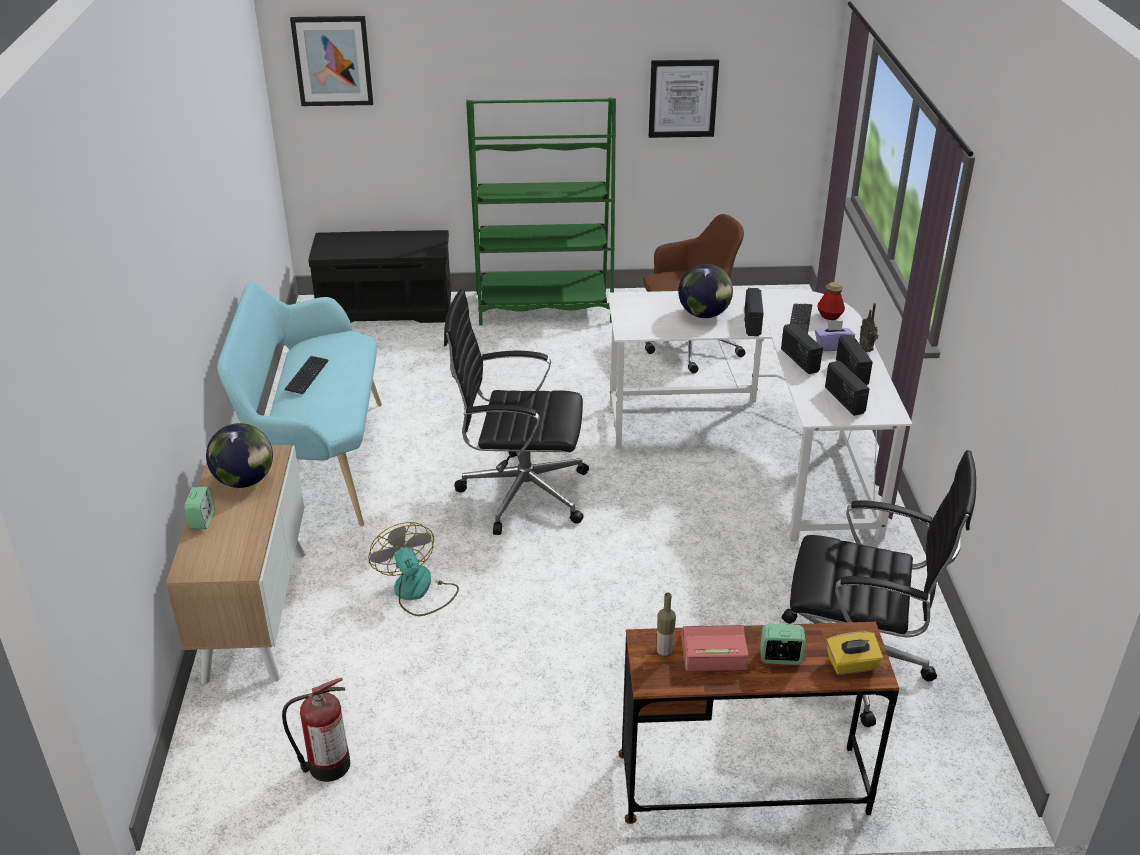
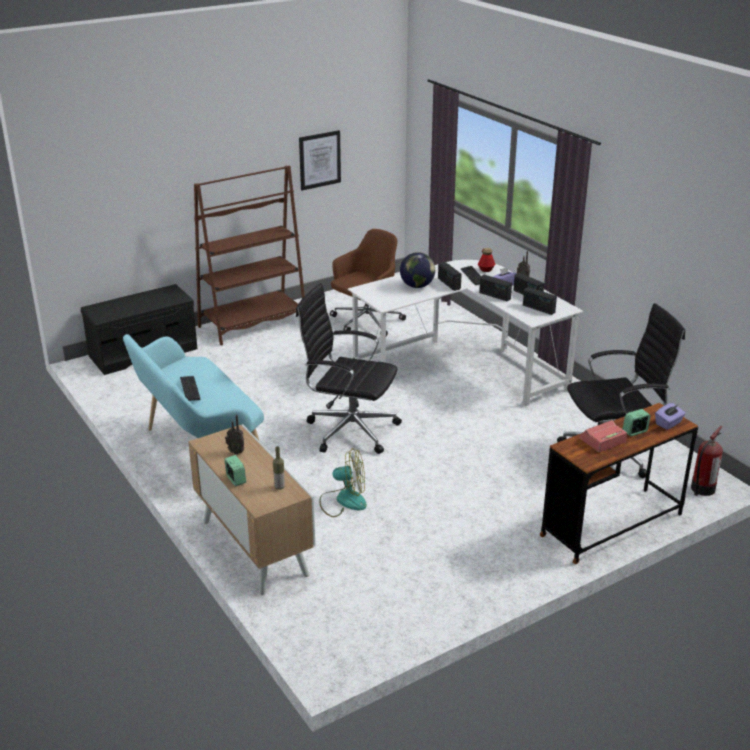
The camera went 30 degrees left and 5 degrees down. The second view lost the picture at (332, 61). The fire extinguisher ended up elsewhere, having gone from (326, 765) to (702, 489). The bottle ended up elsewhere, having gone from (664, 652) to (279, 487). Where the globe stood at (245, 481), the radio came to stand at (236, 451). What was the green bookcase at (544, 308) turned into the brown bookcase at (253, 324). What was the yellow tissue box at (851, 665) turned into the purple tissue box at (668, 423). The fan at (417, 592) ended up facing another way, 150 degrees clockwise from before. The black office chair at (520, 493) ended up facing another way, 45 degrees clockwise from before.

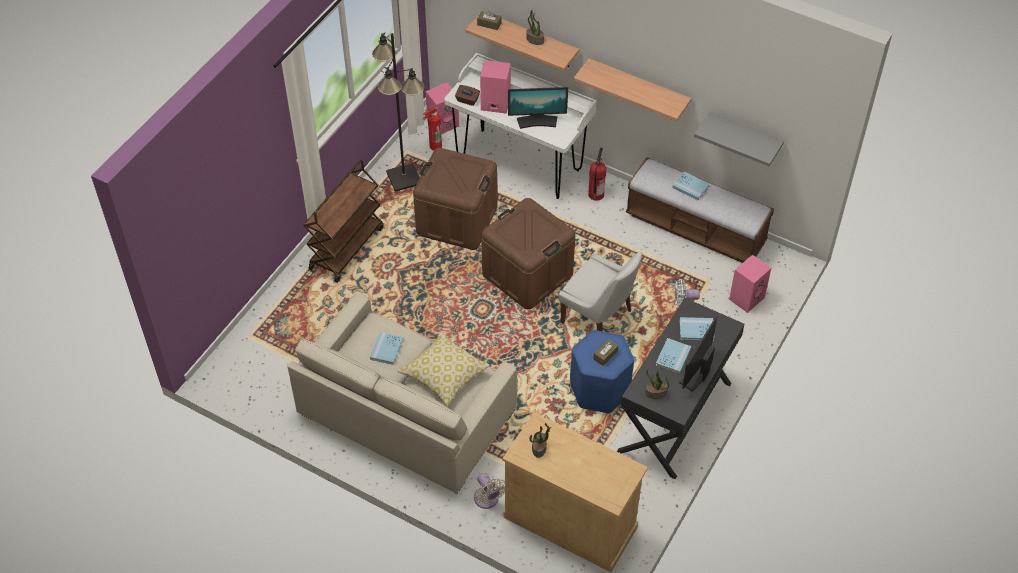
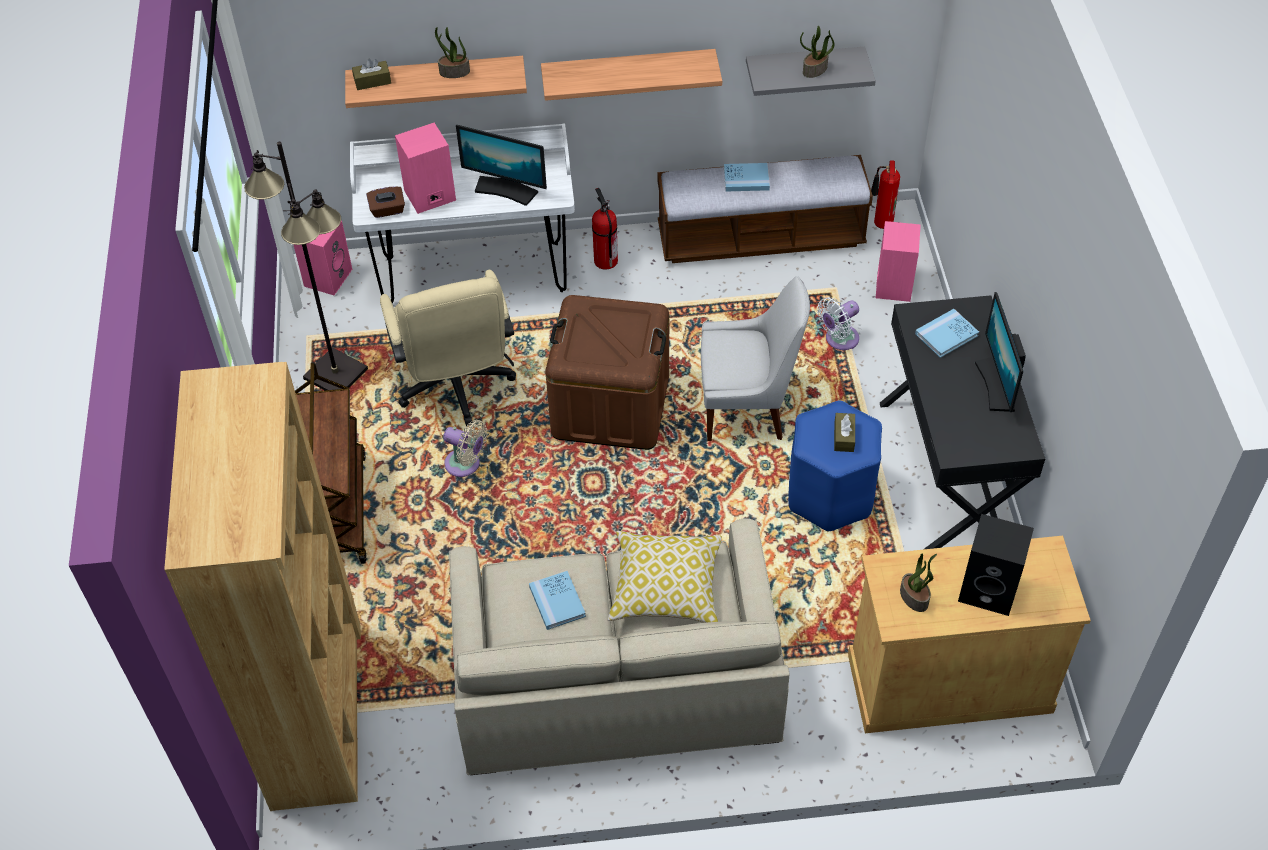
The camera went 35 degrees left and 0 degrees up. The second view lost the blue book at (673, 357). The second view gained the brown bookcase at (317, 713). The second view gained the black speaker at (989, 589). The fire extinguisher ended up elsewhere, having gone from (434, 146) to (881, 223). The beige fan ended up elsewhere, having gone from (487, 500) to (466, 465). The potted plant ended up elsewhere, having gone from (655, 393) to (815, 70). Where the brown storage box stood at (457, 220), the beige office chair came to stand at (456, 388). The monitor at (537, 121) ended up facing another way, 60 degrees clockwise from before.

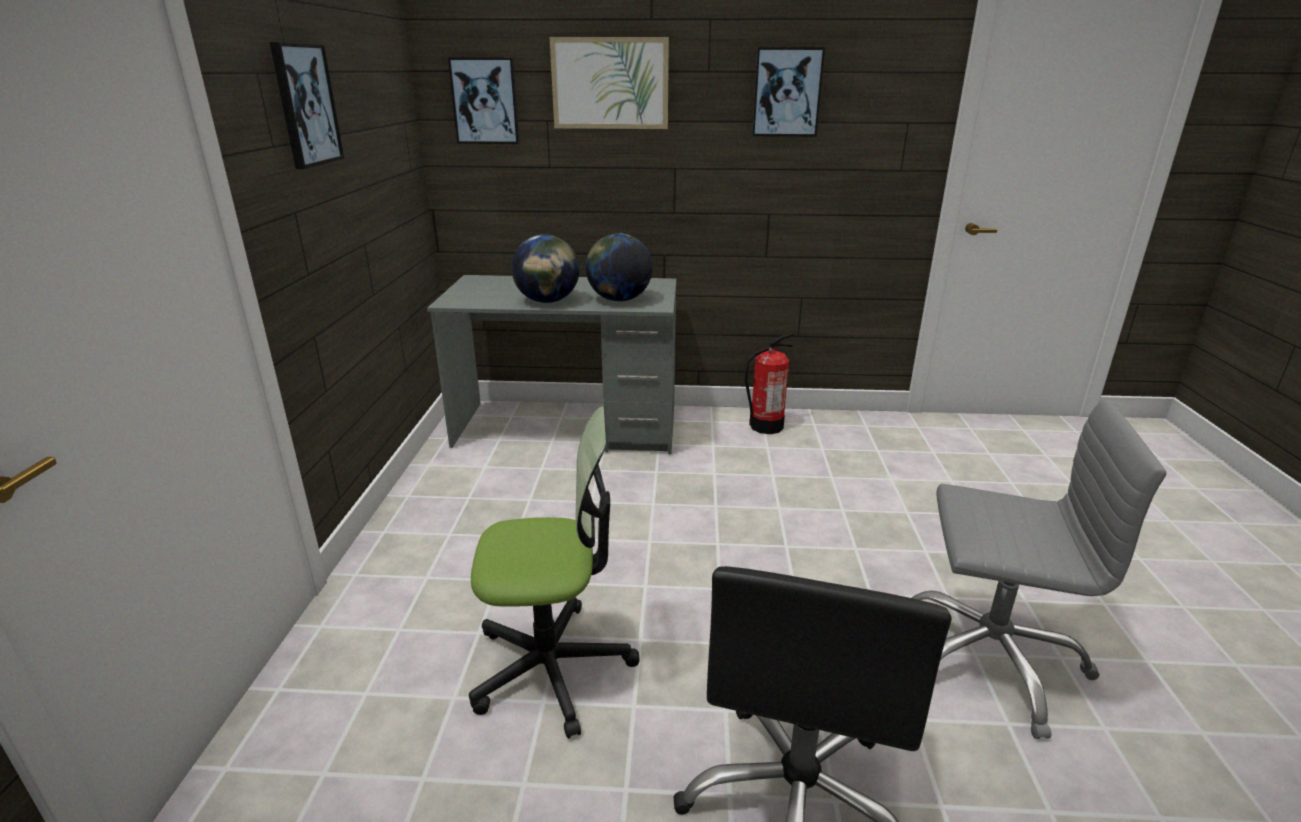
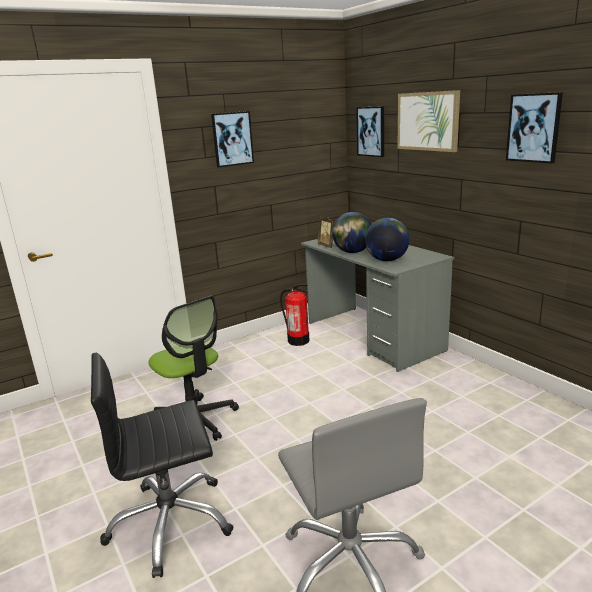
The camera went 55 degrees right and 5 degrees down. The second view gained the picture frame at (328, 246). The fire extinguisher ended up elsewhere, having gone from (765, 426) to (298, 340).

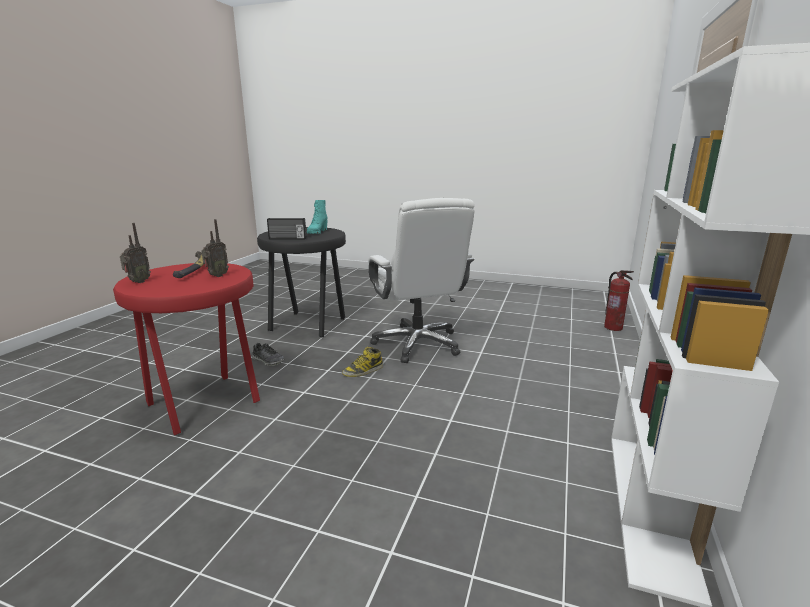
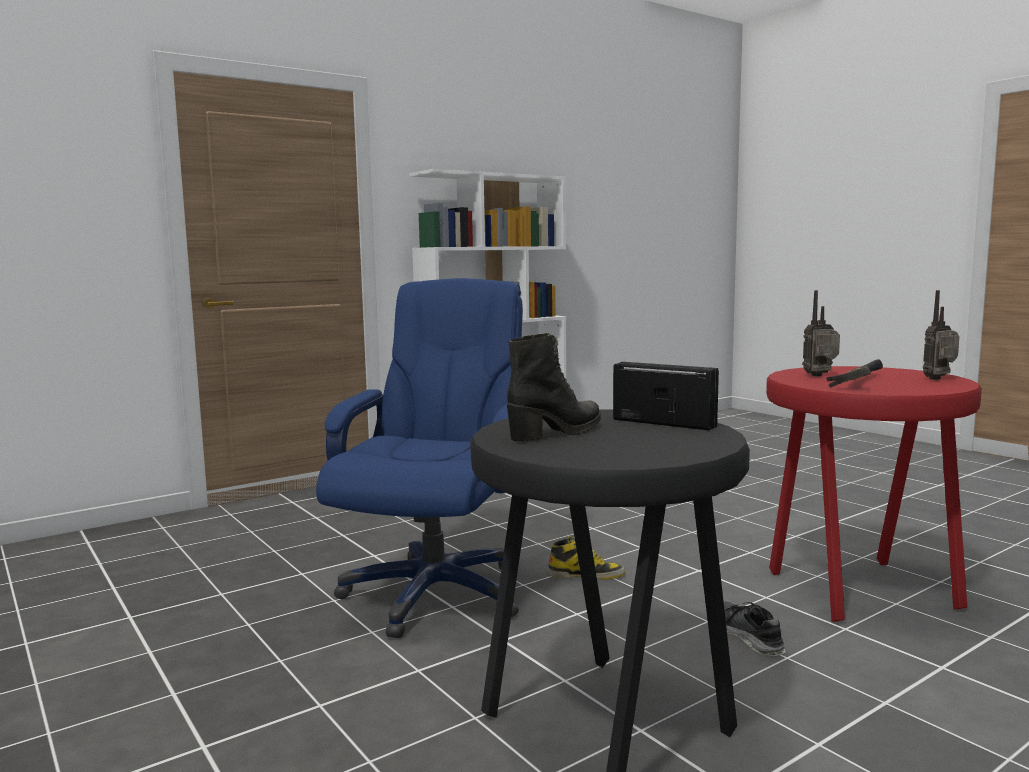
The camera went 145 degrees left and 10 degrees down. The second view lost the fire extinguisher at (613, 327). What was the turquoise boot at (317, 232) turned into the black boot at (557, 433). What was the white office chair at (418, 344) turned into the blue office chair at (435, 593).

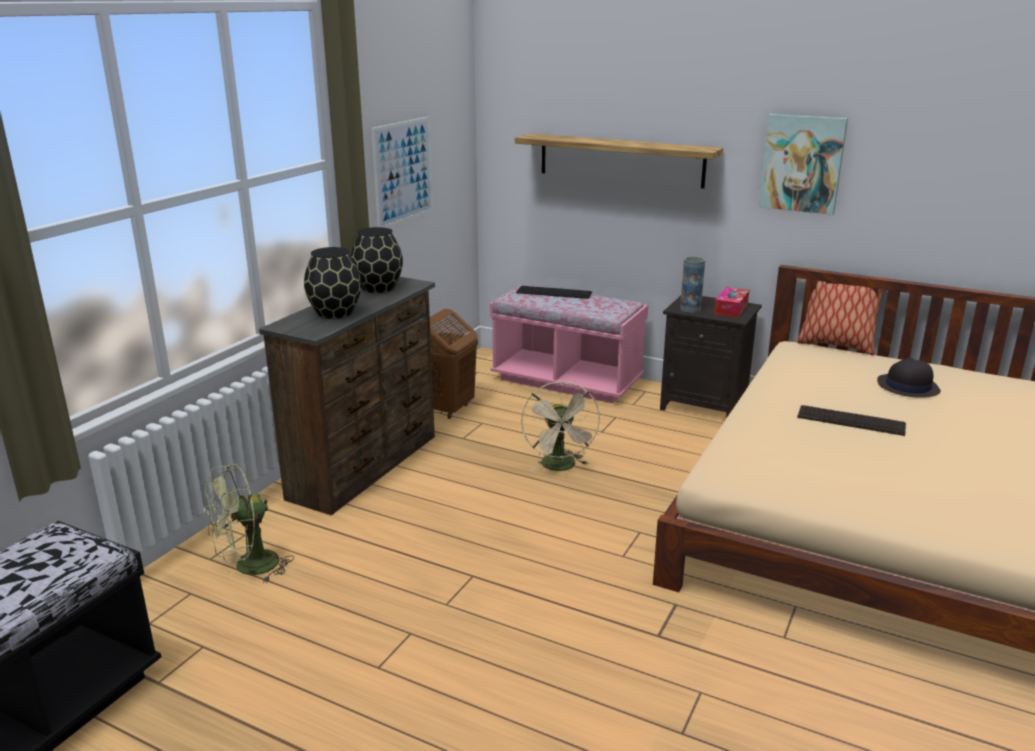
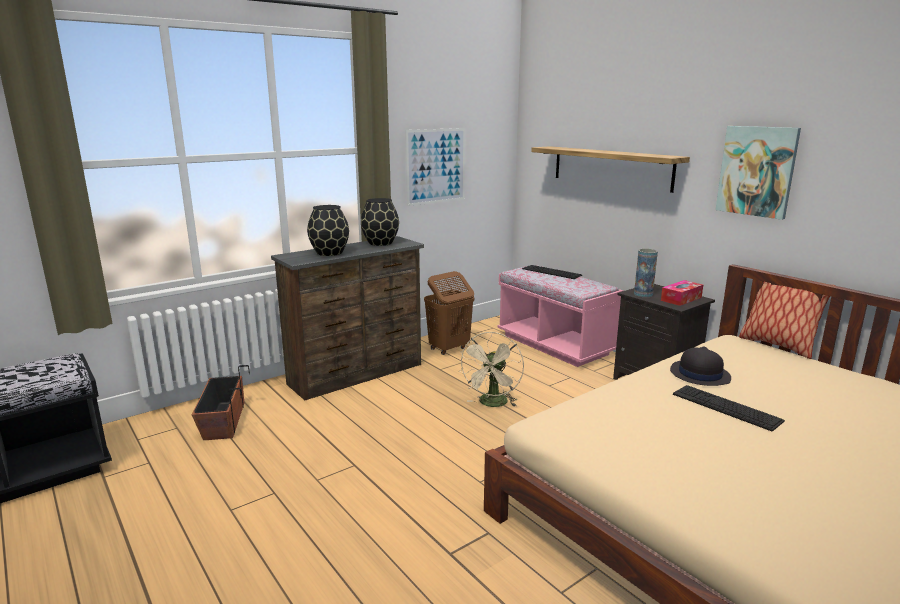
The camera went 25 degrees right and 5 degrees down. The black hat ended up elsewhere, having gone from (907, 386) to (699, 374). Where the green fan stood at (248, 568), the planter came to stand at (223, 421).

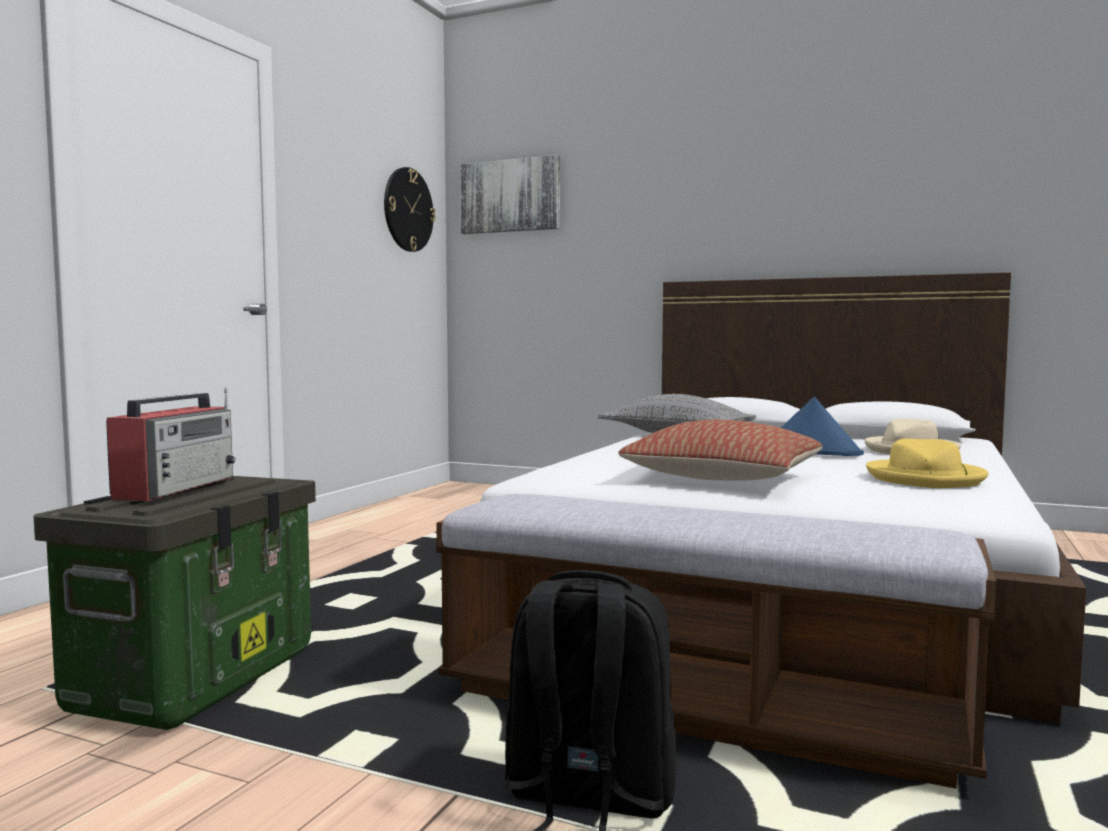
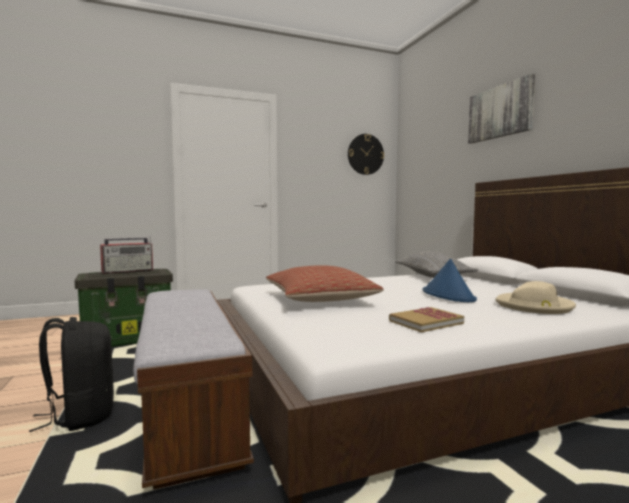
The camera went 45 degrees right and 0 degrees up. The picture ended up elsewhere, having gone from (510, 196) to (500, 112). Where the yellow hat stood at (926, 479), the book came to stand at (426, 322).

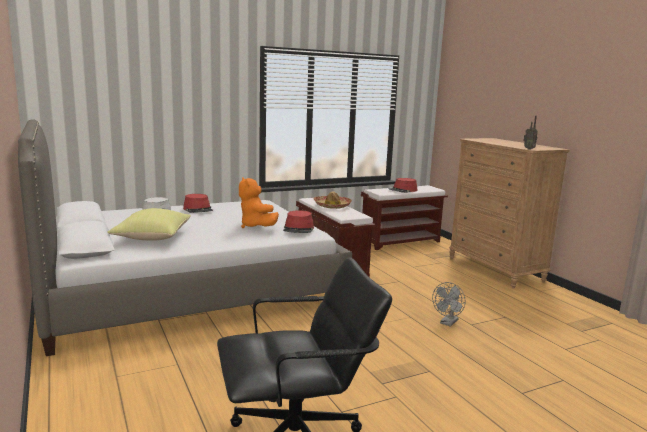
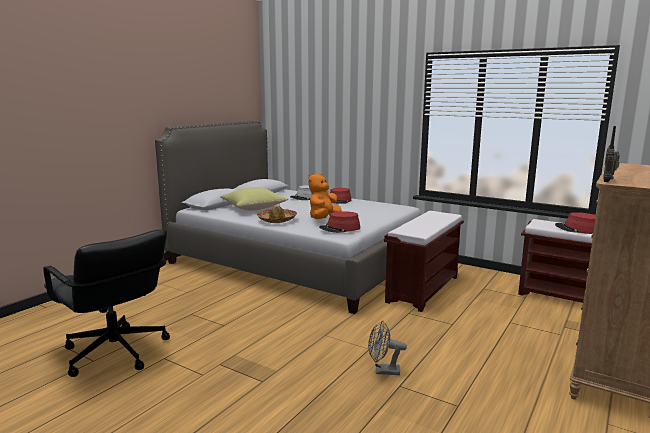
The camera went 60 degrees right and 0 degrees up. The hat ended up elsewhere, having gone from (332, 206) to (277, 220).

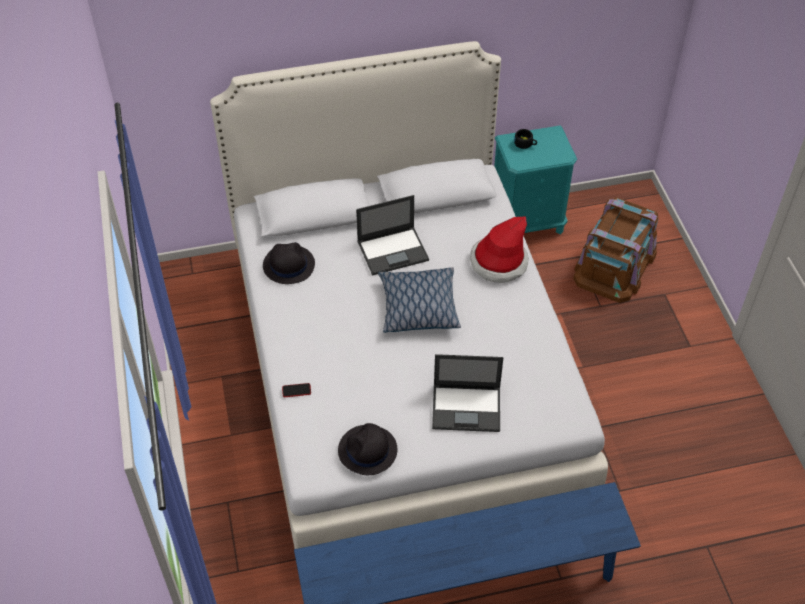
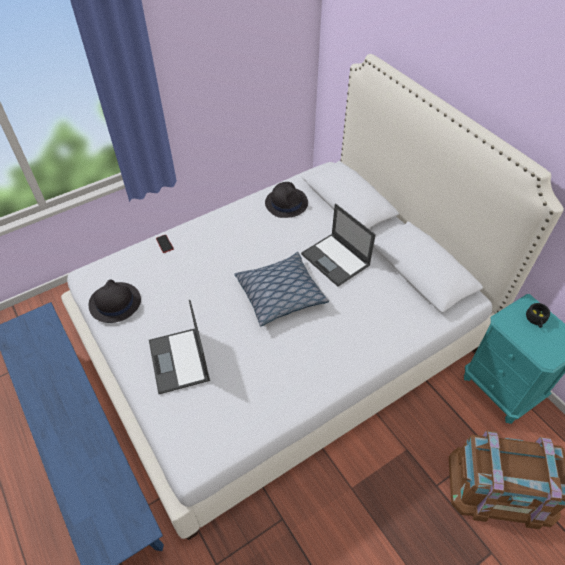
The camera went 70 degrees right and 0 degrees up. The second view lost the hat at (498, 262).

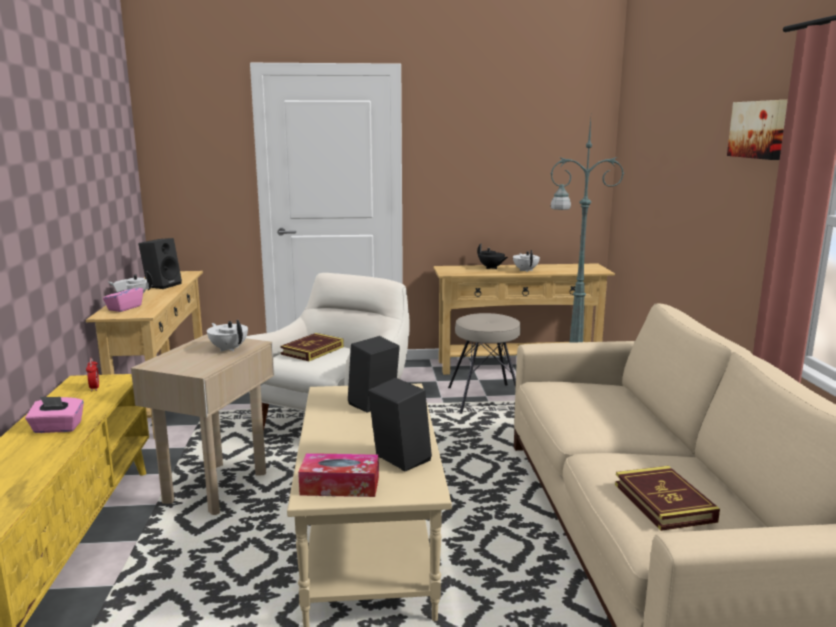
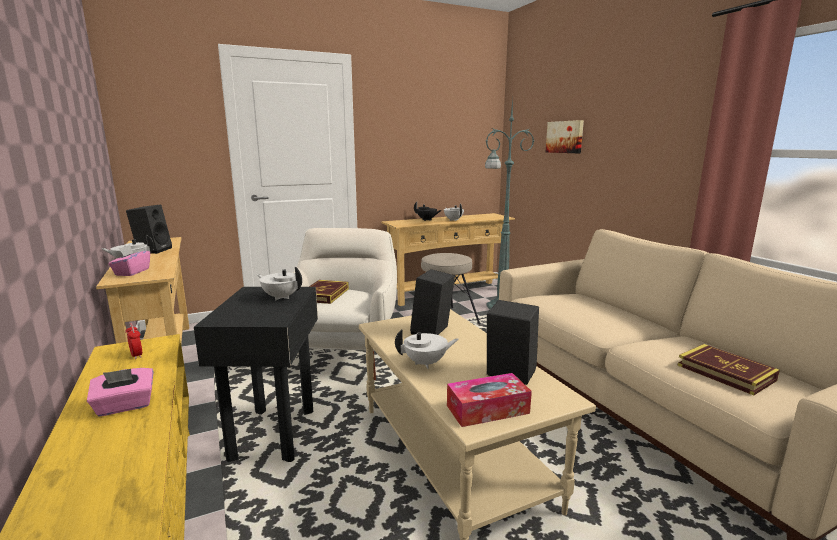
The camera went 20 degrees left and 0 degrees up. The second view gained the white teapot at (426, 363). The picture ended up elsewhere, having gone from (759, 129) to (565, 137). What was the beige side table at (217, 487) turned into the black side table at (274, 434).

